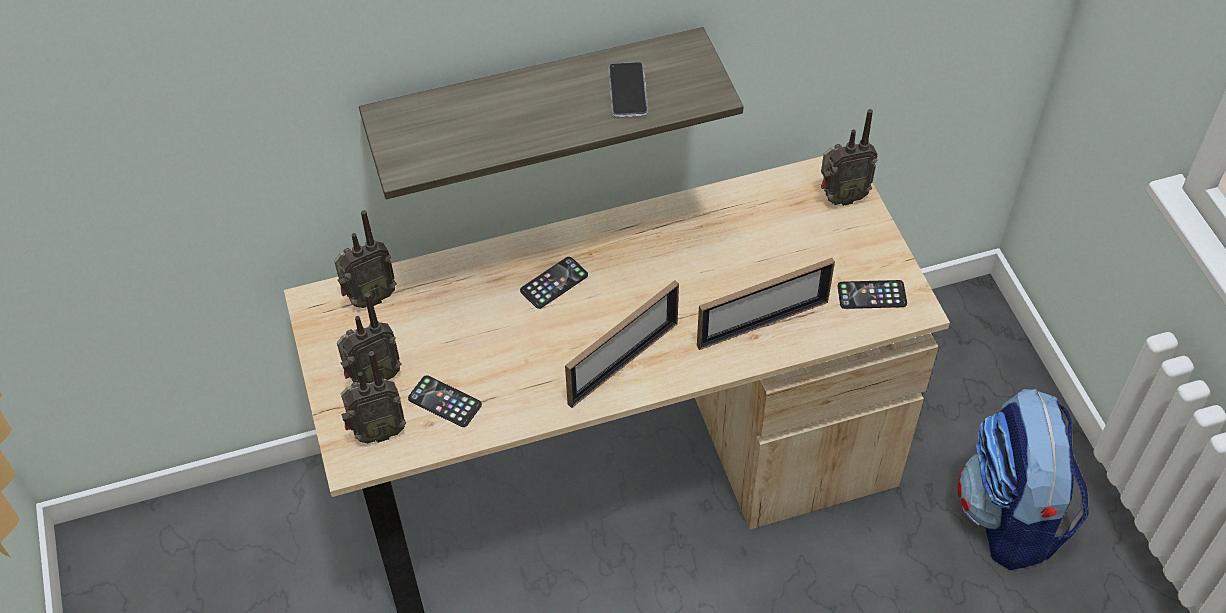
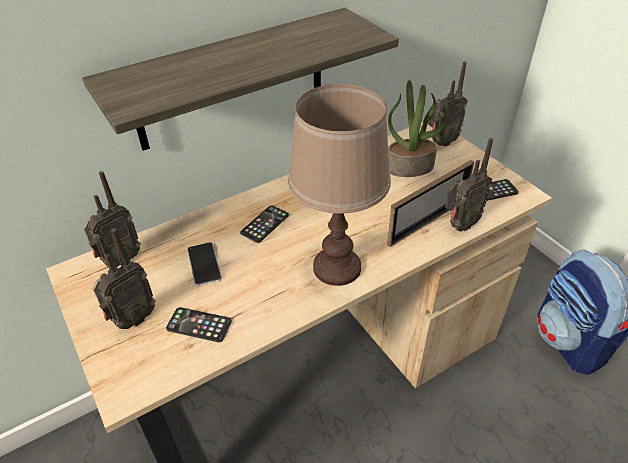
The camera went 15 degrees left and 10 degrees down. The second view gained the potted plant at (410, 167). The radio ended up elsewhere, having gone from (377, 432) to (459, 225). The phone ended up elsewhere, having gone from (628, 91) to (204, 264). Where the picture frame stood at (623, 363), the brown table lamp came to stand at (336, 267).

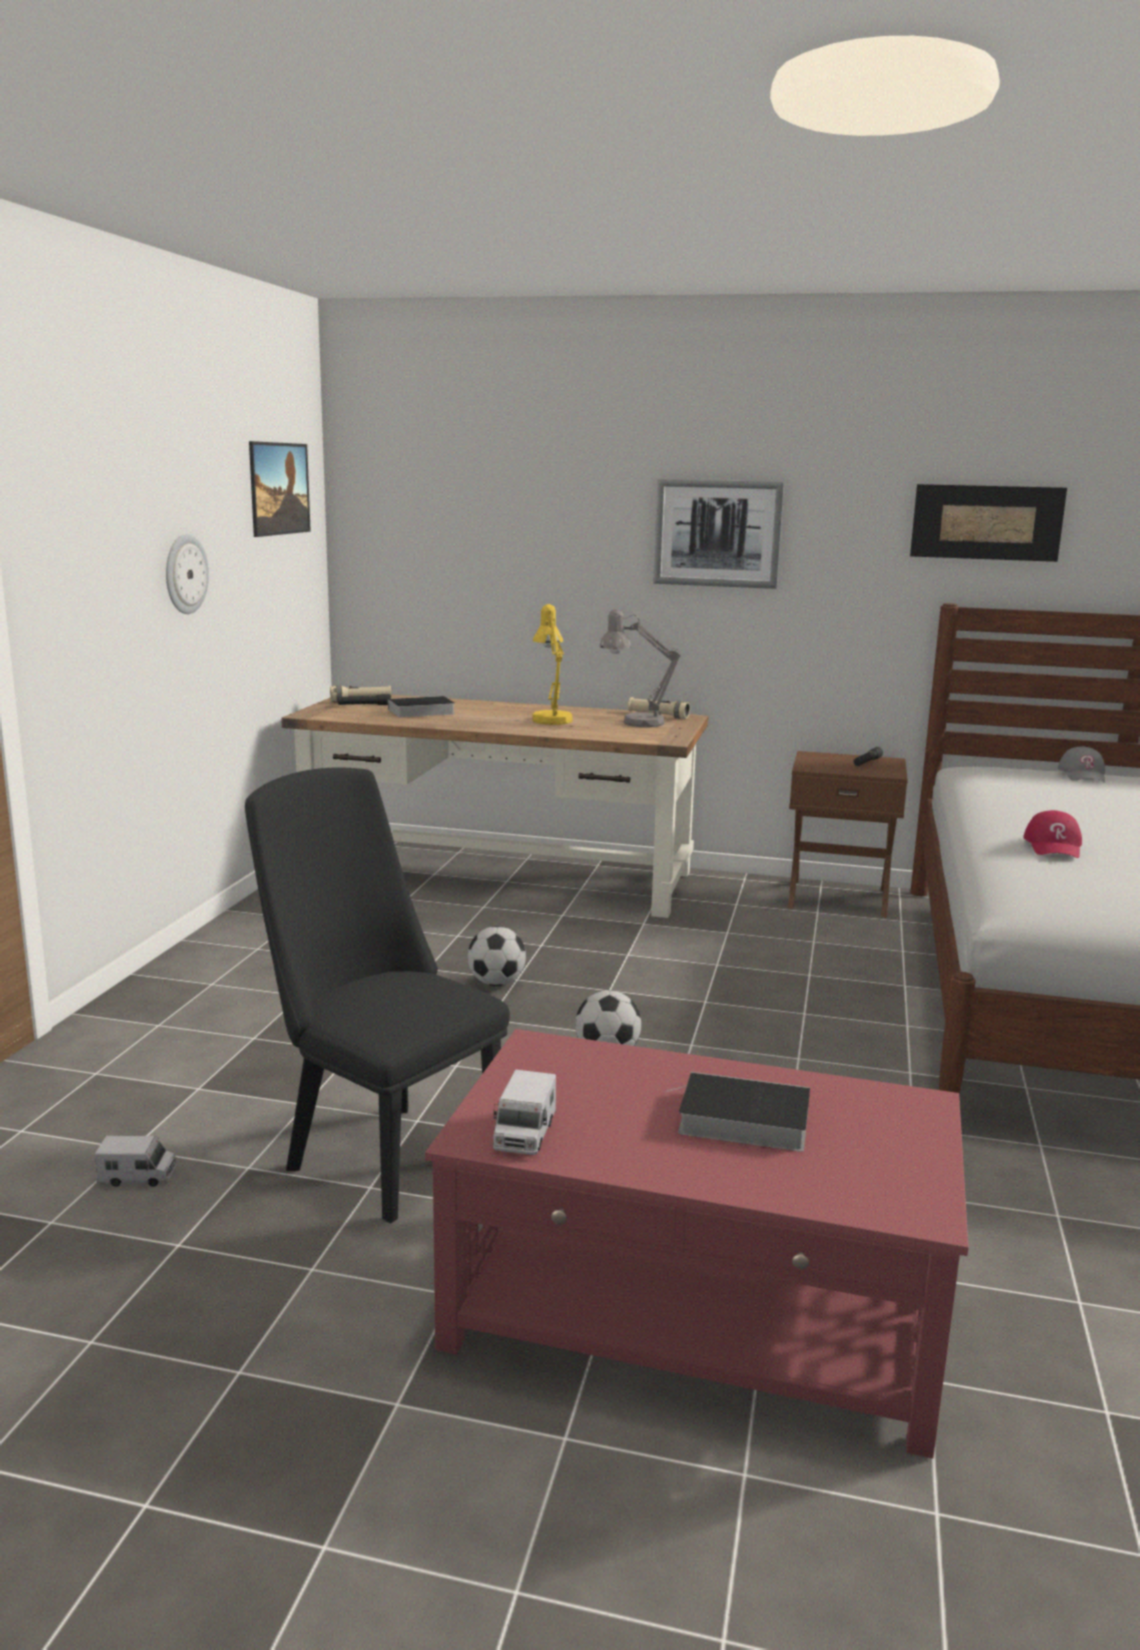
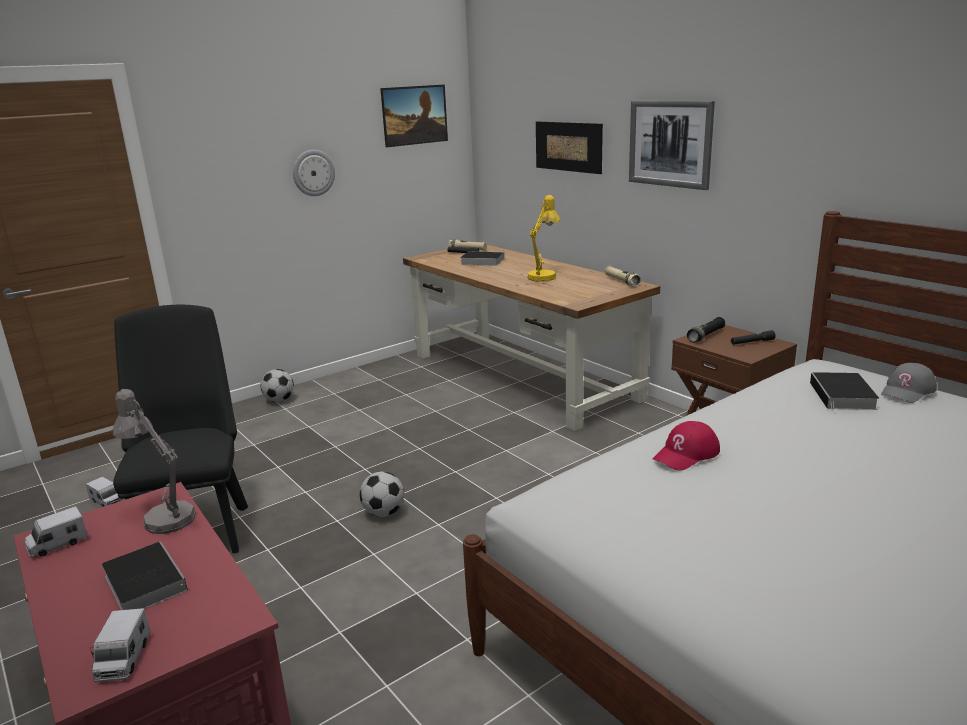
The camera went 40 degrees right and 5 degrees up. The second view gained the toy truck at (123, 659). The second view gained the black flashlight at (706, 336). The second view gained the book at (843, 396). The football ended up elsewhere, having gone from (496, 983) to (279, 400). The grey table lamp ended up elsewhere, having gone from (634, 723) to (164, 516). The picture ended up elsewhere, having gone from (986, 522) to (568, 146).

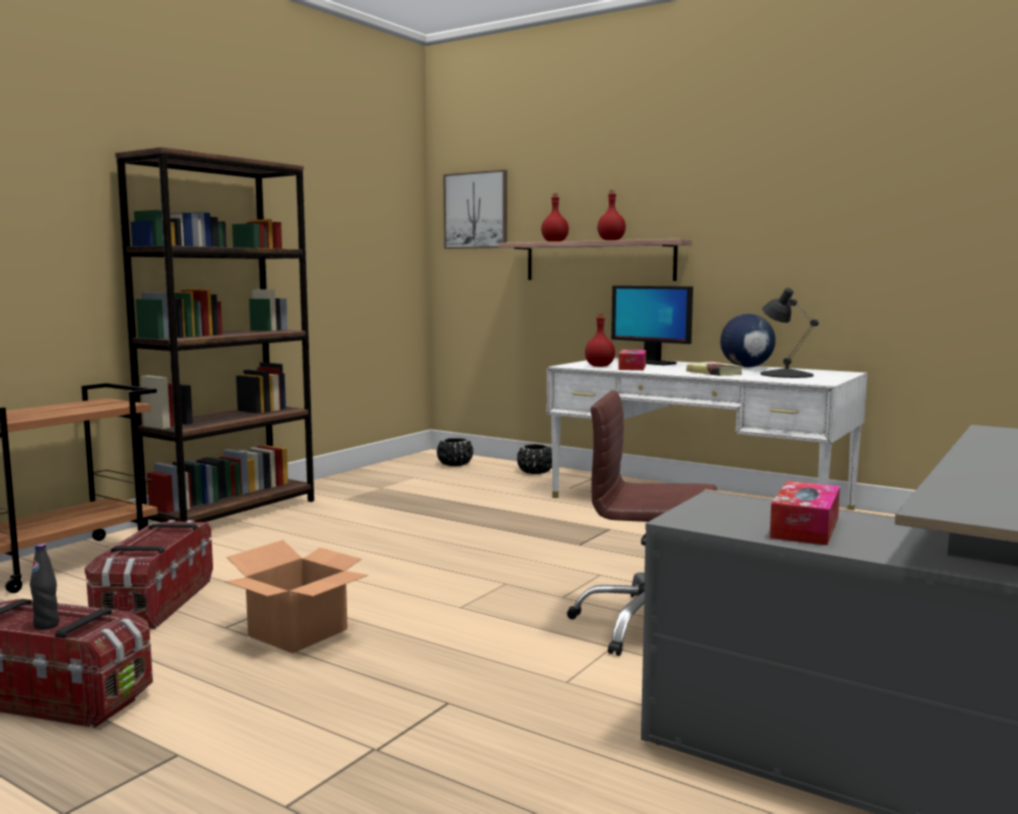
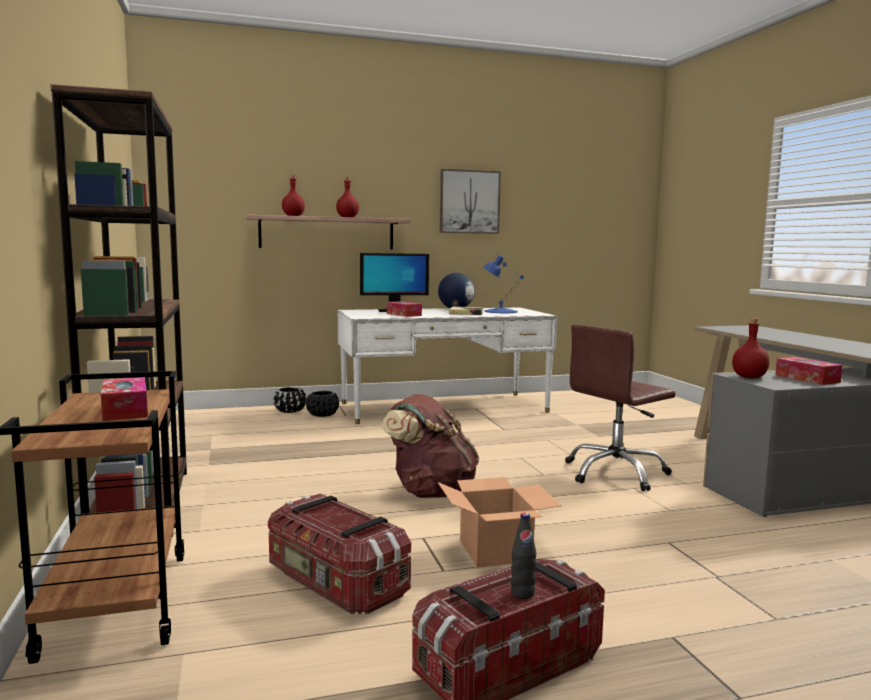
The camera went 50 degrees left and 0 degrees up. The second view gained the tissue box at (125, 410). The second view gained the brown backpack at (430, 492). The black planter ended up elsewhere, having gone from (455, 464) to (323, 415). The picture ended up elsewhere, having gone from (476, 210) to (469, 202). The red bottle ended up elsewhere, having gone from (599, 366) to (748, 377). What was the black table lamp at (786, 374) turned into the blue table lamp at (500, 311).

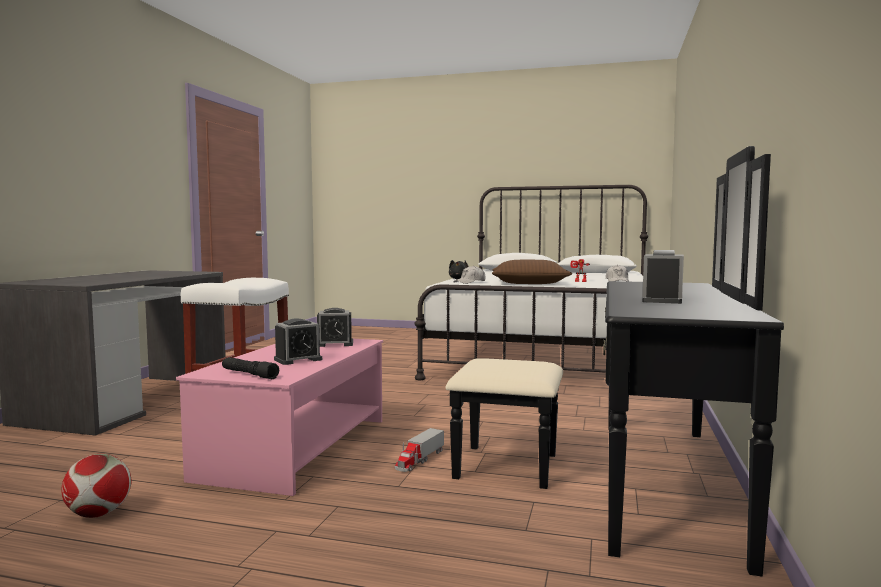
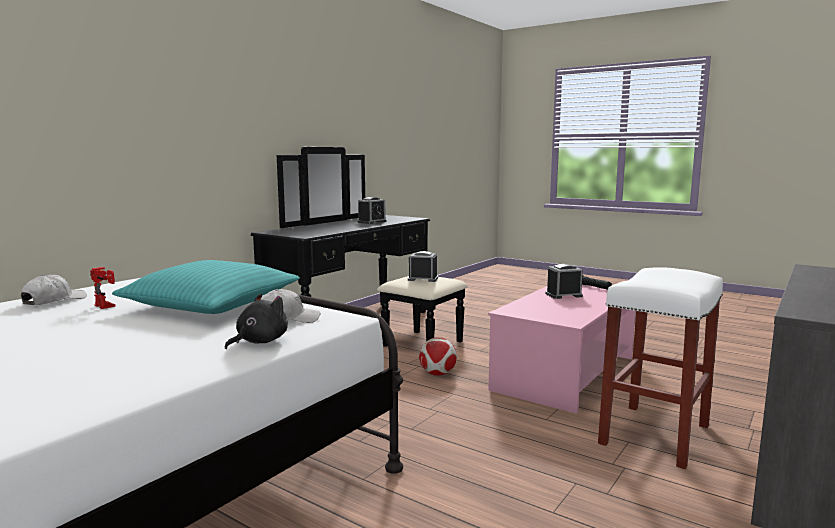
The camera went 160 degrees left and 5 degrees up. The second view lost the toy truck at (419, 460). The football ended up elsewhere, having gone from (98, 514) to (438, 374). The alarm clock ended up elsewhere, having gone from (334, 344) to (423, 279). What was the brown pillow at (529, 283) turned into the turquoise pillow at (212, 304).

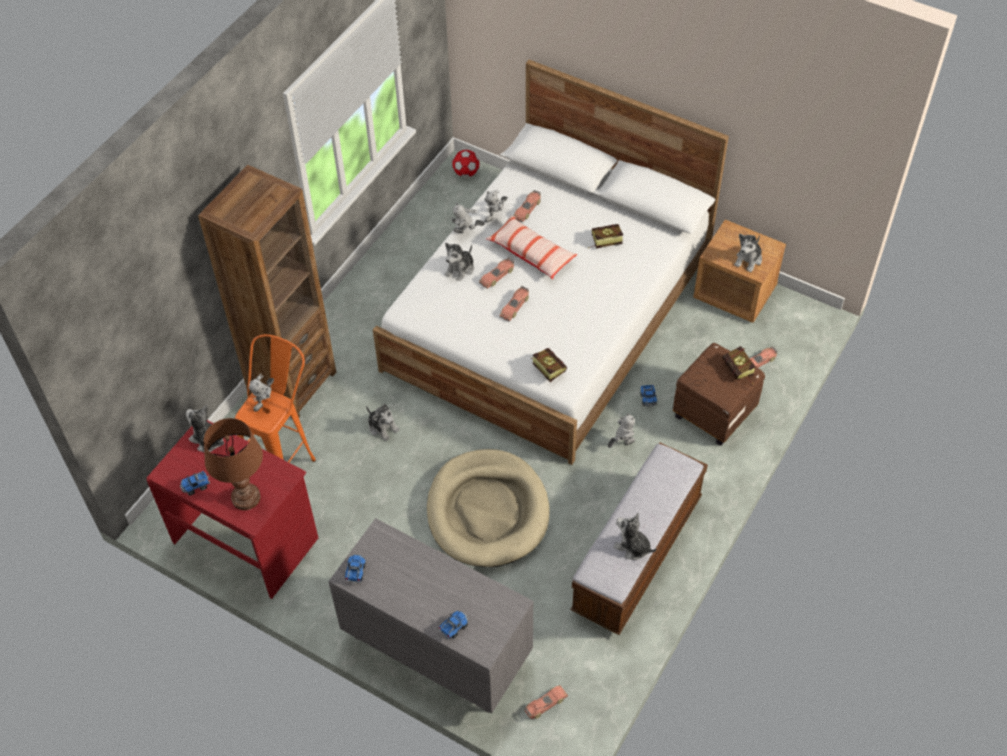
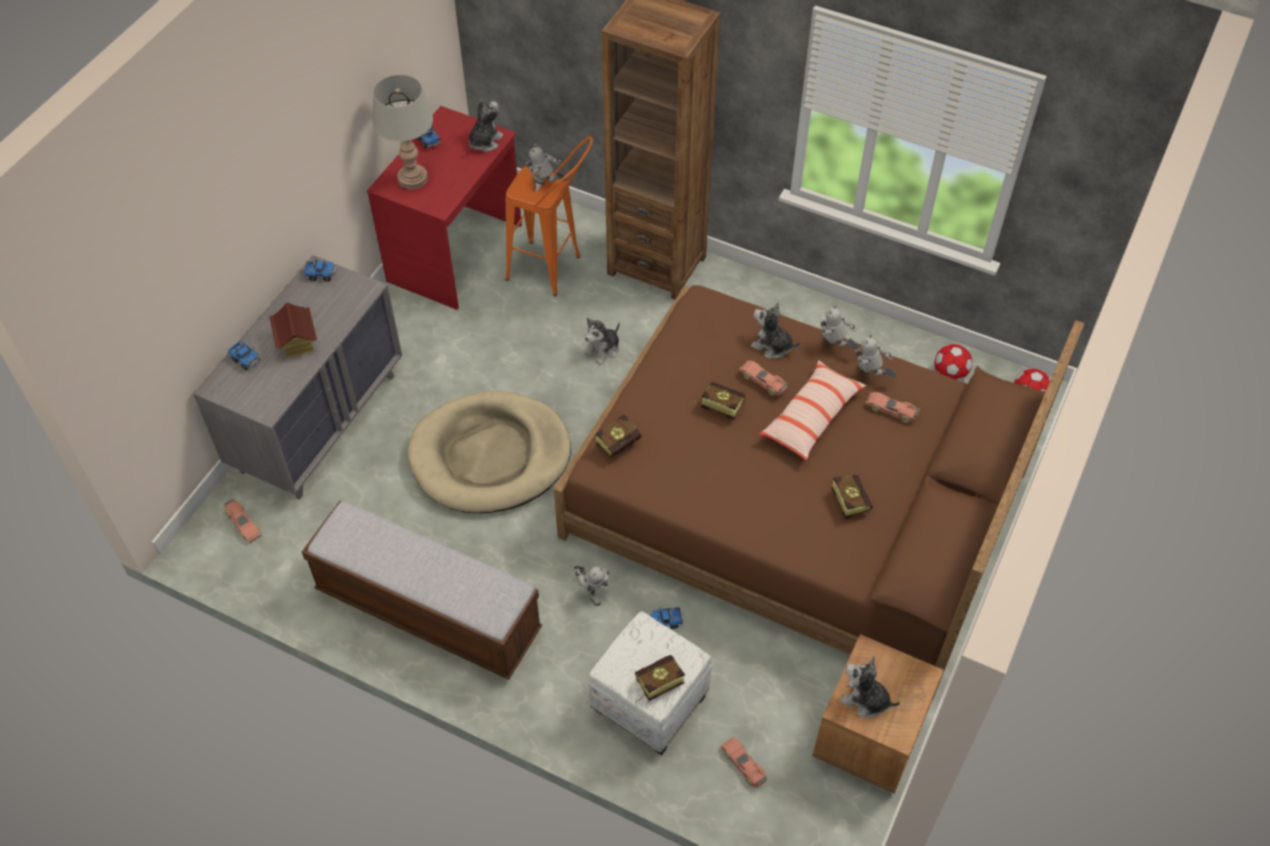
The camera went 85 degrees right and 0 degrees up. The second view lost the plush toy at (632, 547). The second view gained the toy house at (297, 343). The second view gained the football at (950, 374). Where the toy car stood at (514, 306), the book came to stand at (718, 405). What was the brown table lamp at (246, 498) turned into the grey table lamp at (412, 179). What was the white bed at (549, 313) turned into the brown bed at (797, 504). What was the brown ottoman at (714, 413) turned into the white ottoman at (648, 703). The toy robot at (466, 233) ended up facing another way, 45 degrees counterclockwise from before.

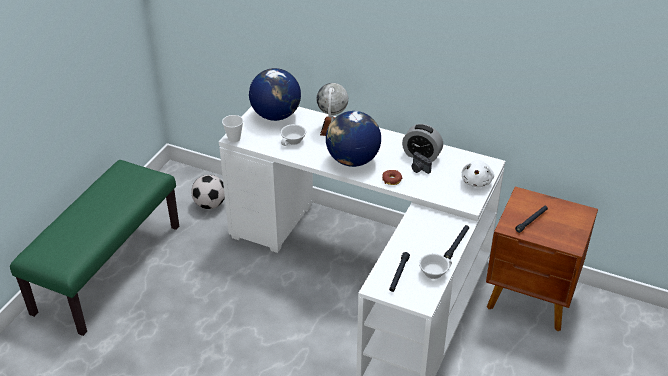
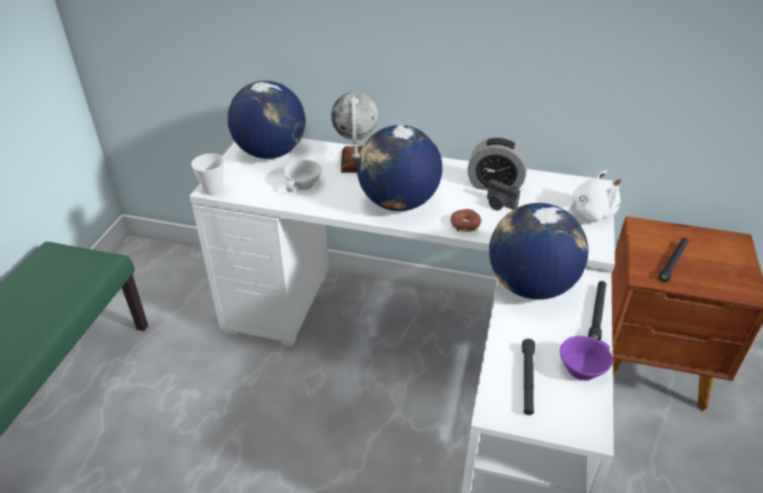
The camera went 10 degrees left and 0 degrees up. The second view lost the football at (210, 204). The second view gained the globe at (530, 286). What was the white cup at (433, 272) turned into the purple cup at (581, 367). The white plush toy at (476, 181) ended up facing another way, 105 degrees counterclockwise from before.

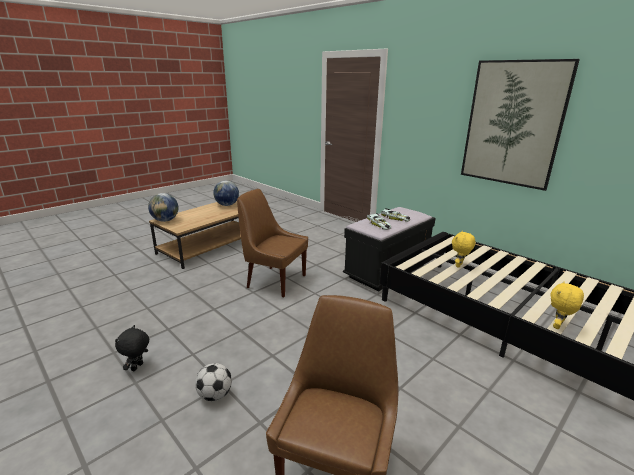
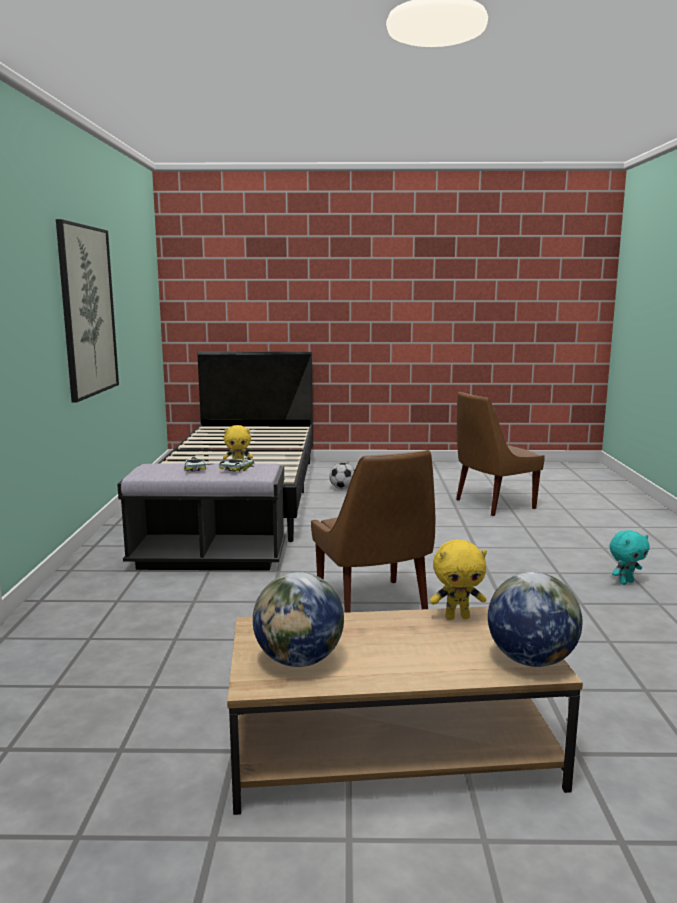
The camera went 135 degrees left and 10 degrees down. The football ended up elsewhere, having gone from (215, 395) to (342, 489). The yellow plush toy ended up elsewhere, having gone from (558, 326) to (457, 617). What was the black plush toy at (138, 367) turned into the turquoise plush toy at (625, 582).

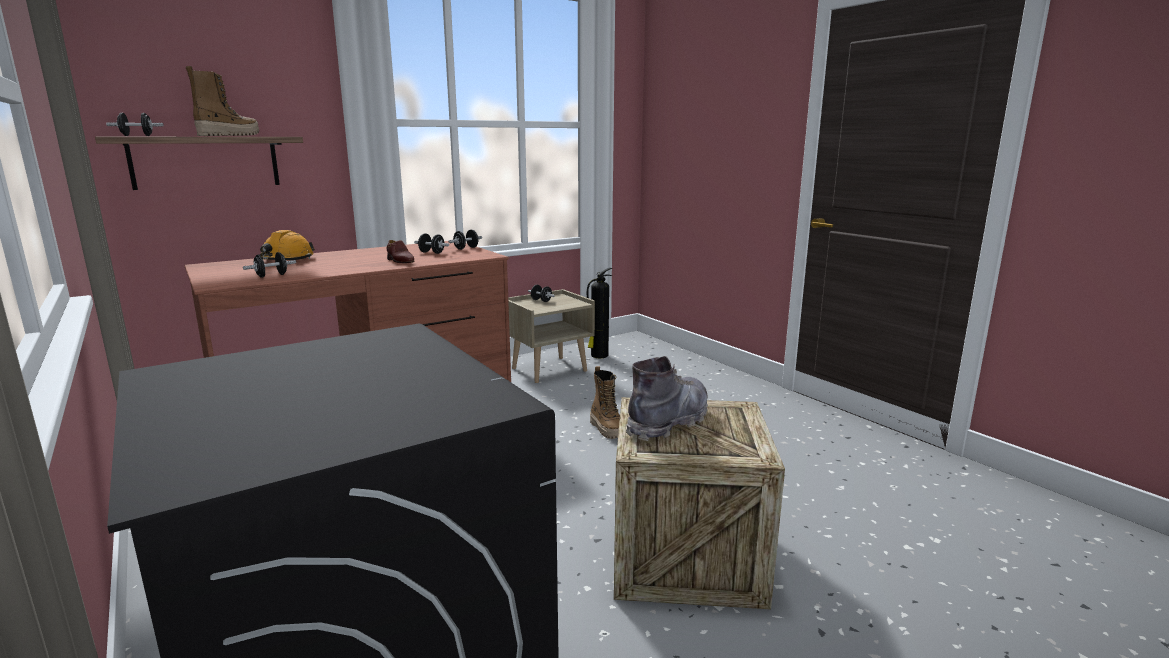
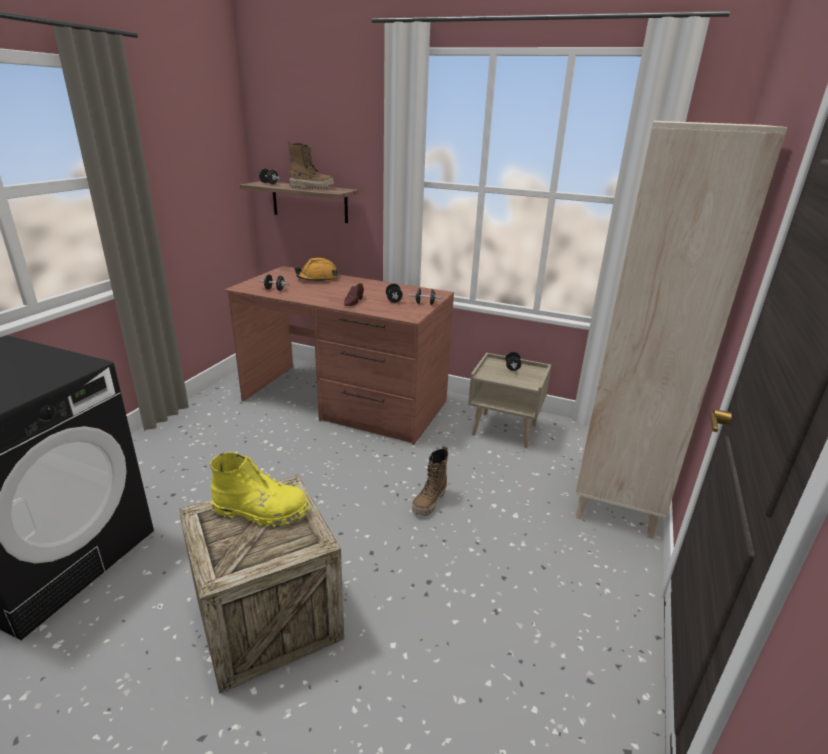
The camera went 55 degrees right and 10 degrees up. The second view lost the fire extinguisher at (598, 356). The second view gained the beige bookcase at (617, 502). What was the grey boot at (669, 422) turned into the yellow boot at (261, 512).

